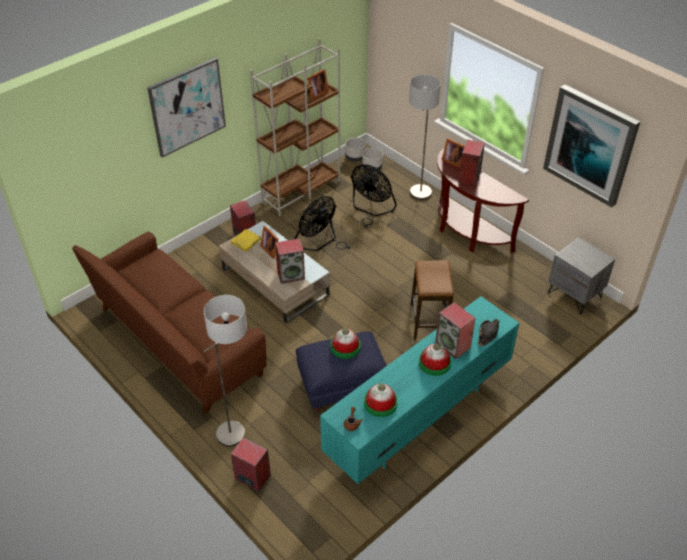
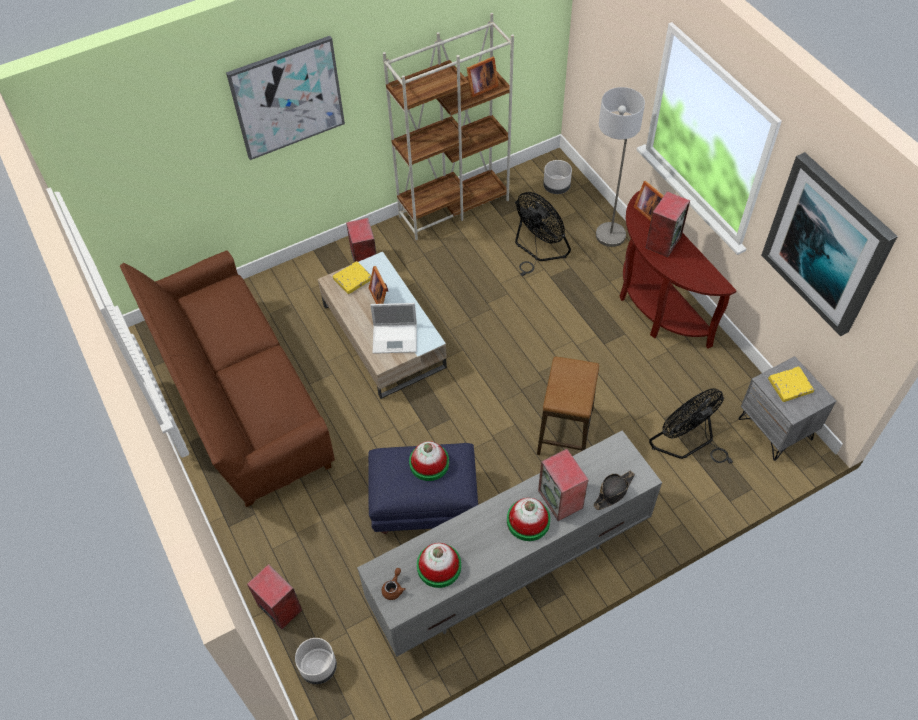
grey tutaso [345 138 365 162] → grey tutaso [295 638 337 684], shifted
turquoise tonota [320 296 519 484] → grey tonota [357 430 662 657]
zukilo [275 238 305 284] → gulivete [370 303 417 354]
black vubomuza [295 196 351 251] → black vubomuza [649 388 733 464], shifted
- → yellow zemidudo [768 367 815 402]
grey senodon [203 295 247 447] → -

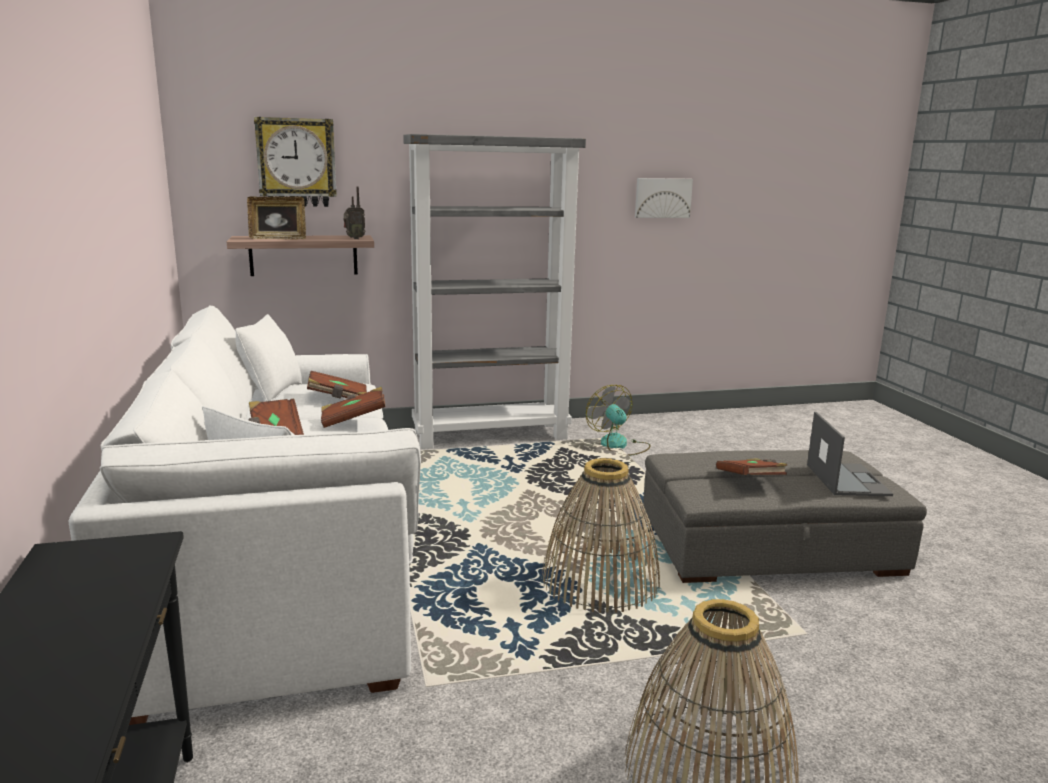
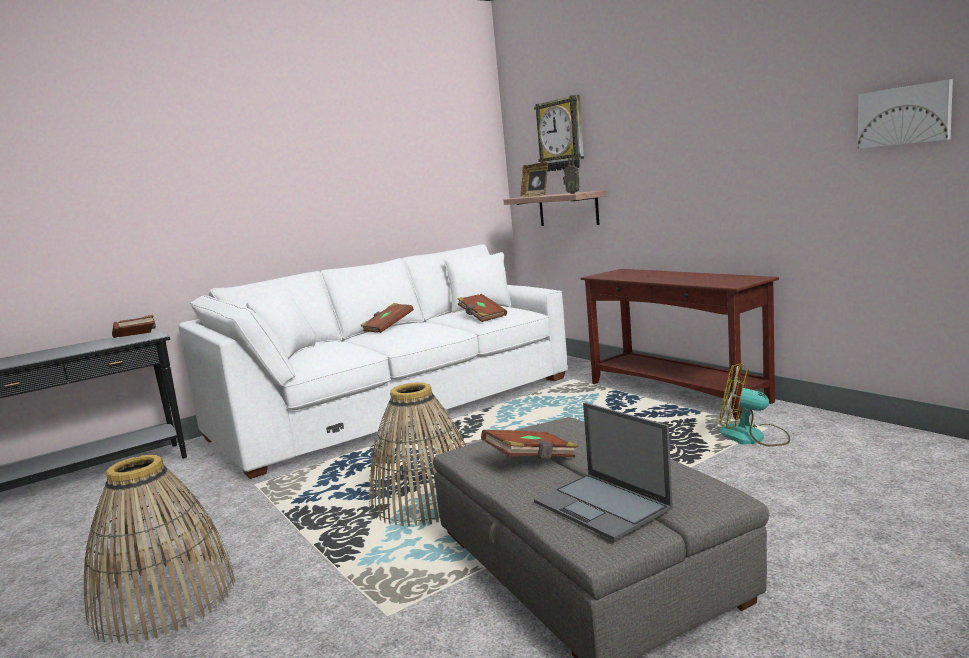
brown zemidudo [321 387 386 428] → brown zemidudo [112 315 156 338], shifted
gulivete [807 412 893 496] → gulivete [534 403 673 541], 75 degrees clockwise
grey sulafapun [403 134 586 449] → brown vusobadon [581 269 779 419]
vubomuza [586 385 651 456] → vubomuza [720 363 790 446], 105 degrees counterclockwise

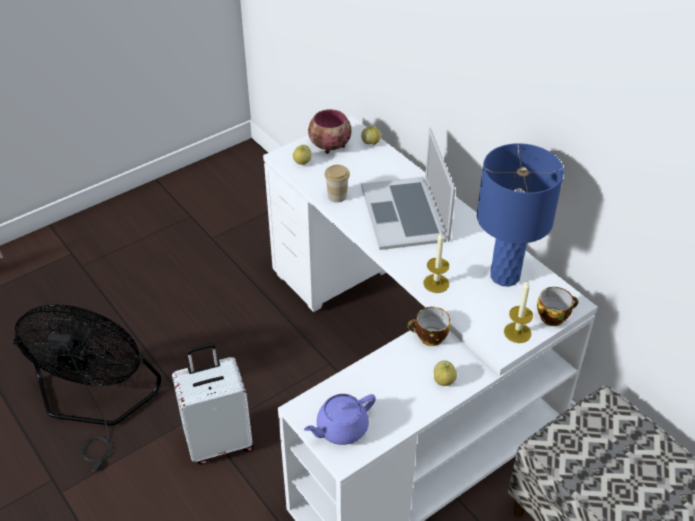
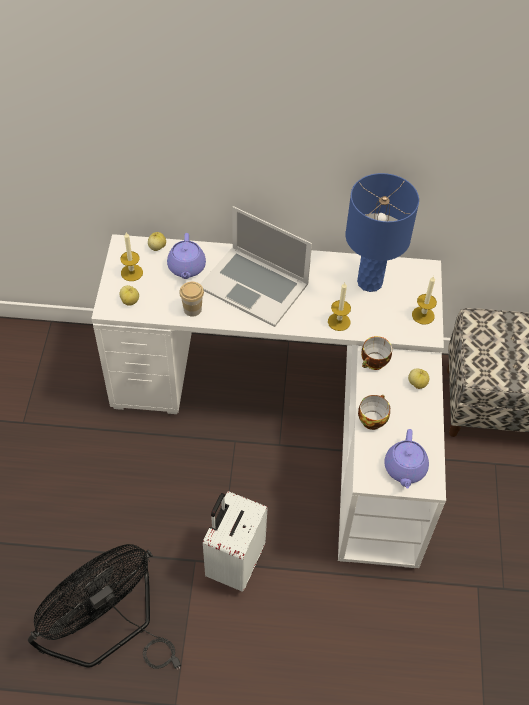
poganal [308 109 352 154] → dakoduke [120 232 143 281]
- → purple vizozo [167 233 206 279]
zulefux [537 287 579 326] → zulefux [358 395 390 430], shifted

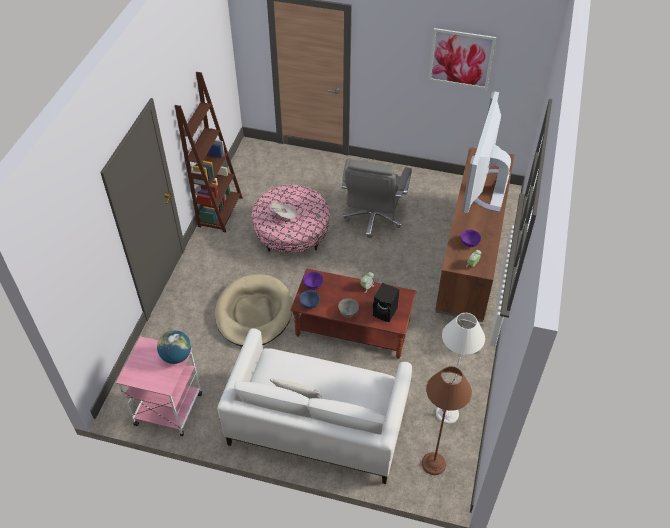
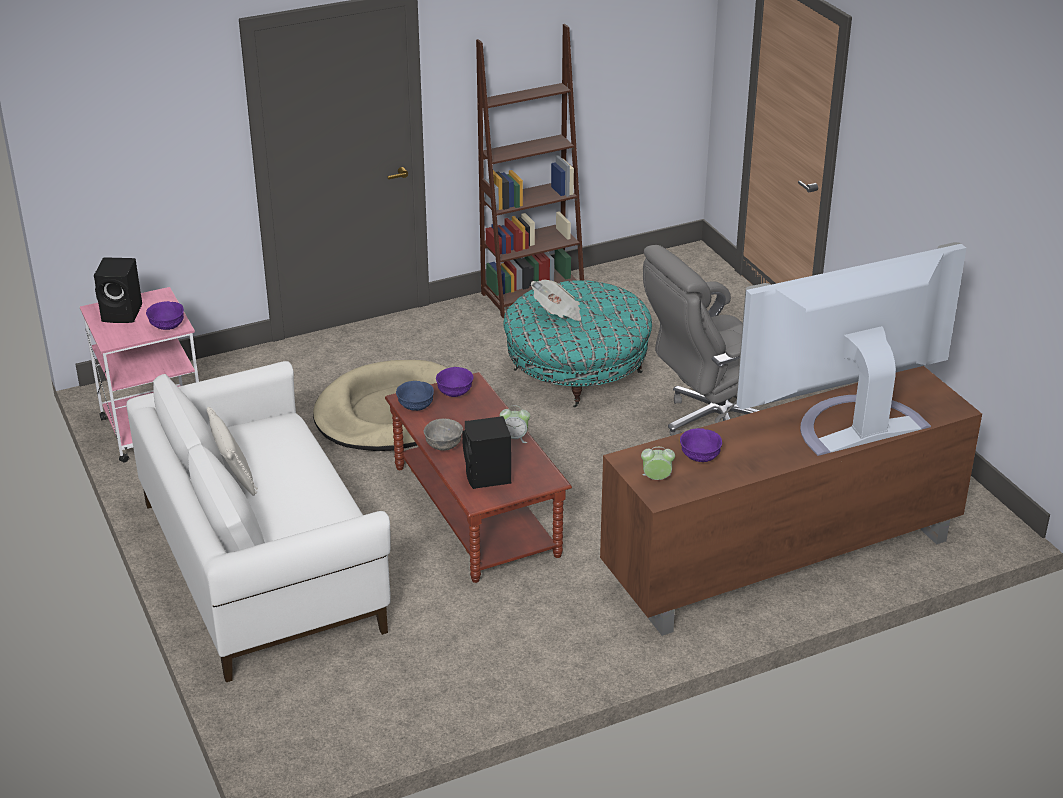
- → black zukilo [94 257 142 323]
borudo [157 330 191 364] → purple poganal [146 301 184 330]
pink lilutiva [251 185 330 254] → turquoise lilutiva [503 280 652 408]
brown senodon [422 366 472 475] → -
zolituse [428 28 496 90] → -
white senodon [436 313 485 424] → -

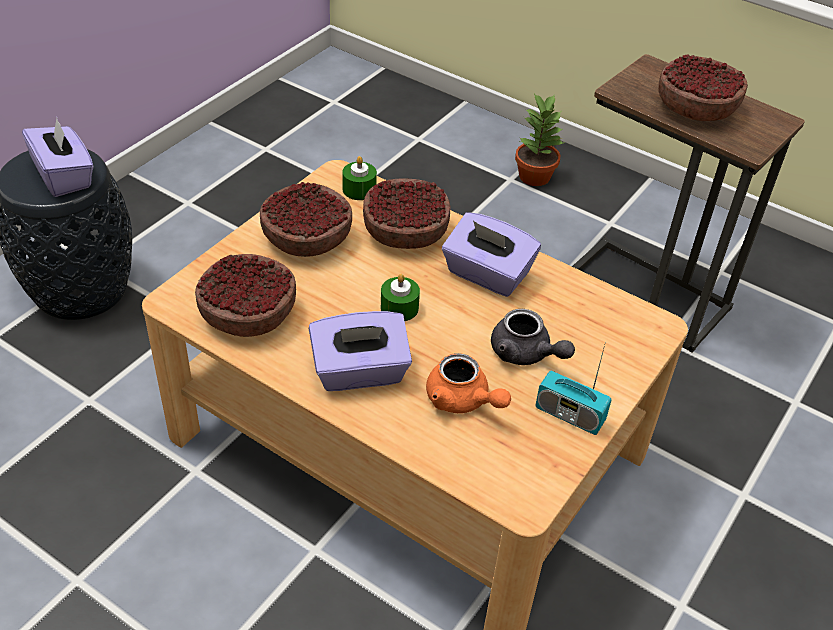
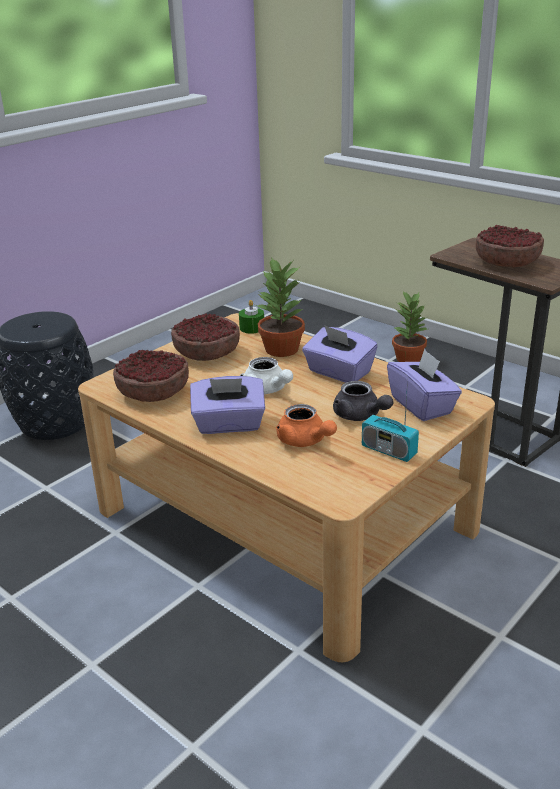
green dakoduke [381 274 420 321] → white vizozo [240 357 293 394]
poganal [363 179 450 249] → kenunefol [256 257 305 357]
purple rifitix [22 118 94 197] → purple rifitix [387 349 462 421], shifted

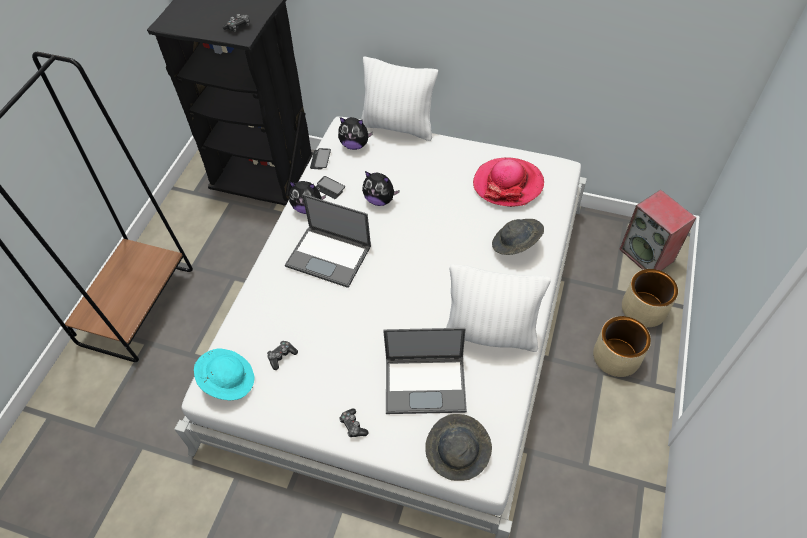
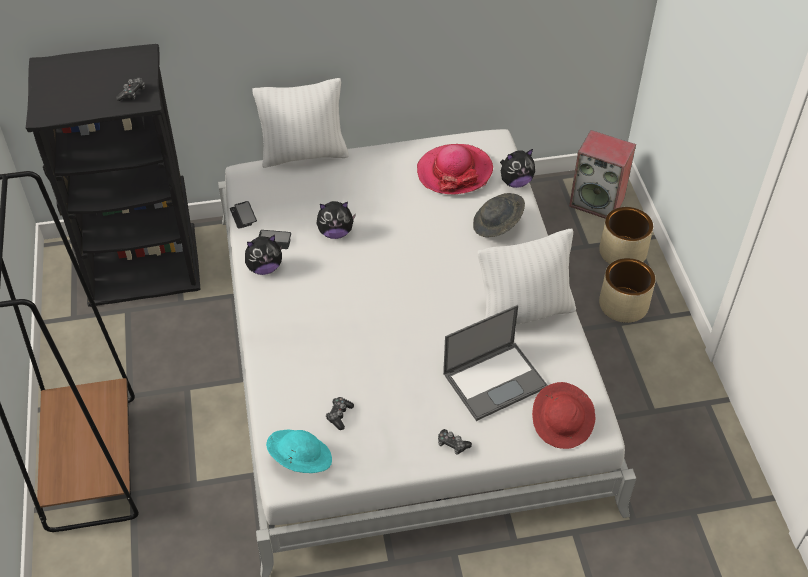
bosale [338 117 373 150] → bosale [500 149 535 188], shifted
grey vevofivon [425 414 492 481] → red vevofivon [532 382 595 449]
gulivete [285 194 371 288] → -

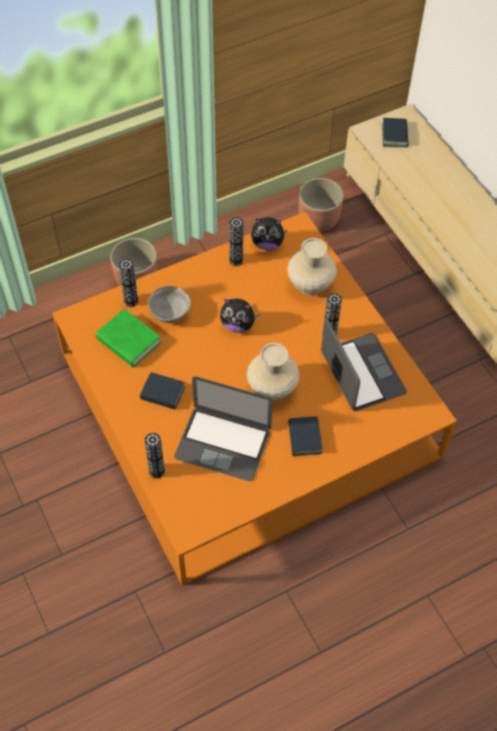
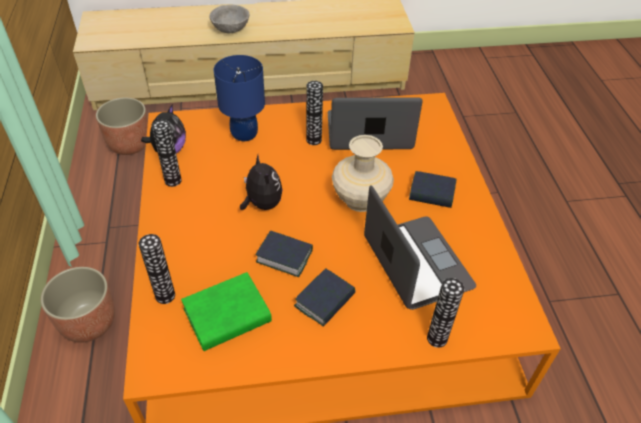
grey poganal [148 286 191 323] → grey poganal [209 4 249 34], shifted
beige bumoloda [287 238 337 295] → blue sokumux [214 55 265 142]
bosale [220 298 260 333] → bosale [240 155 282 210], 60 degrees counterclockwise
zemidudo [382 118 408 147] → zemidudo [256 230 313 277], shifted
gulivete [174 376 273 481] → gulivete [364 185 476 310], 60 degrees counterclockwise

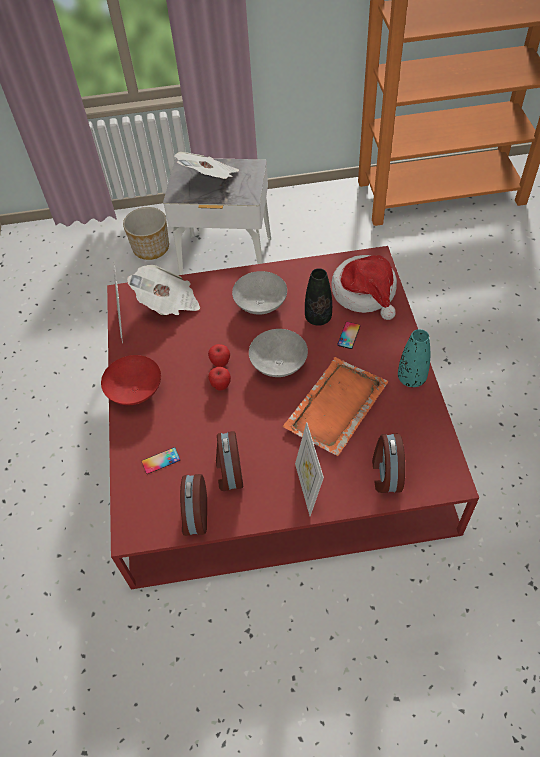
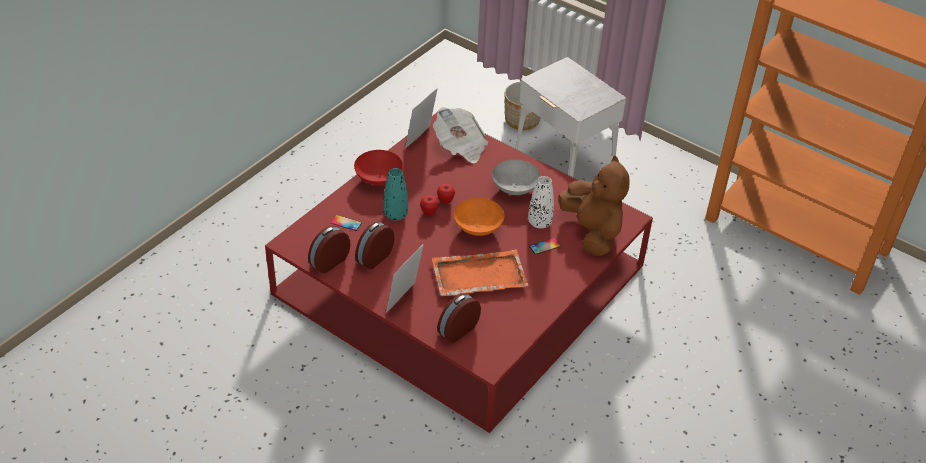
turquoise bumoloda [398 329 430 387] → turquoise bumoloda [383 168 408 221], shifted
grey poganal [249 329 308 377] → orange poganal [454 198 504 236]
black bumoloda [305 268 332 326] → white bumoloda [528 176 554 229]
vevofivon [331 255 397 320] → brown bosale [558 156 630 256]
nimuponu [174 152 239 179] → -

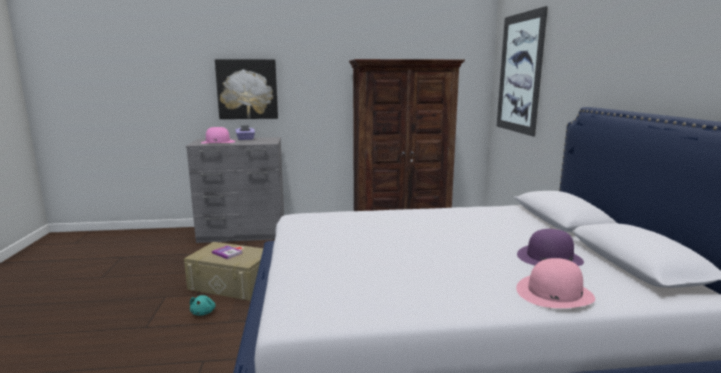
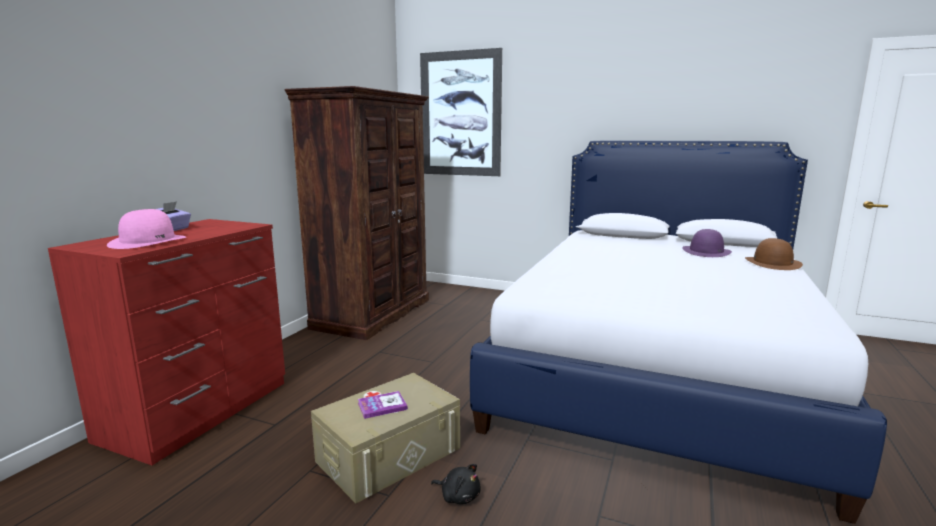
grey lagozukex [186 137 284 243] → red lagozukex [48 219 285 466]
turquoise bosale [190 295 216 316] → black bosale [431 464 481 504]
pink vevofivon [516 258 595 308] → brown vevofivon [745 238 803 270]
zolituse [215 59 278 119] → -

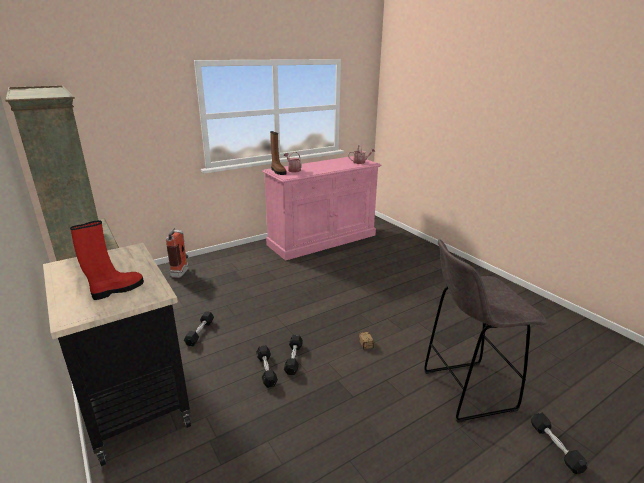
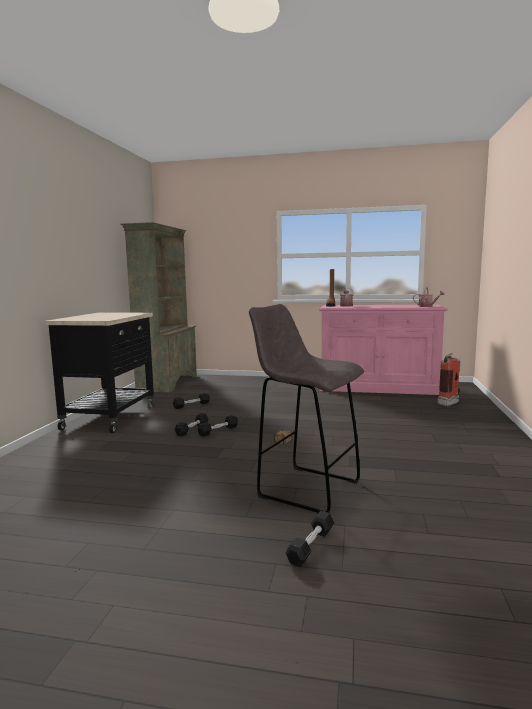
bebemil [166 228 189 278] → bebemil [438 353 461 406], shifted
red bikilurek [70 220 144 300] → -

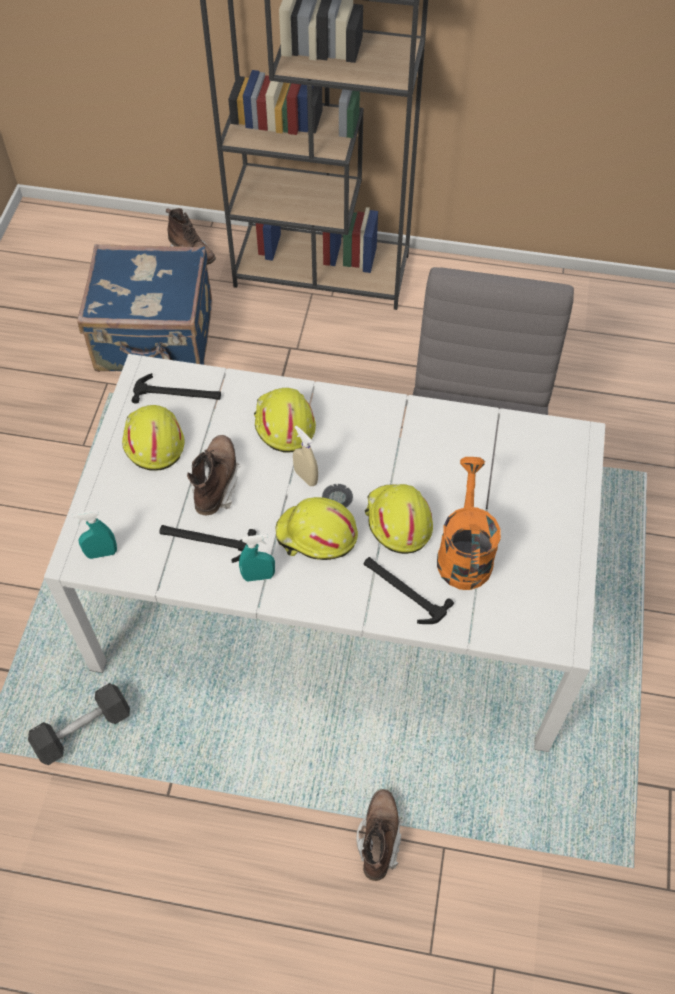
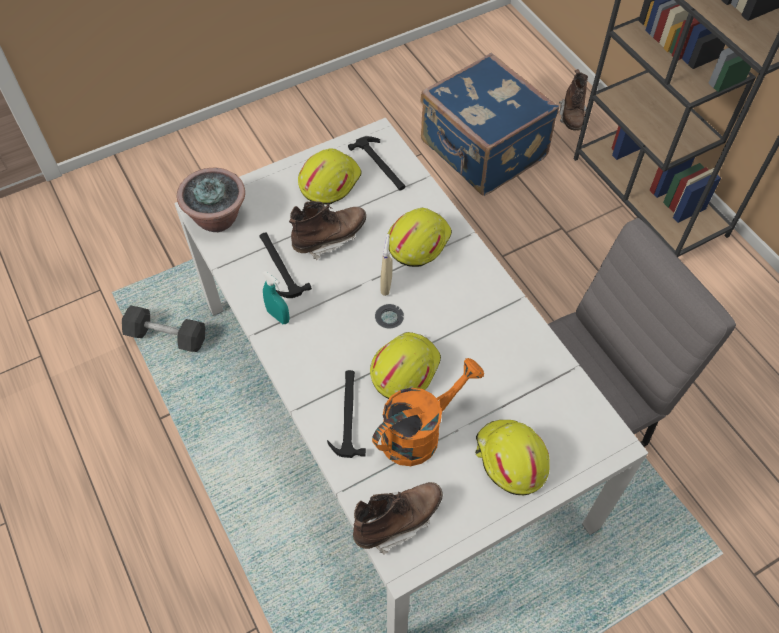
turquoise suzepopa [73 511 117 559] → kenunefol [177 168 245 232]
brown bikilurek [356 789 402 881] → brown bikilurek [353 482 443 555], shifted
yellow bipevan [276 497 358 560] → yellow bipevan [475 420 550 495], shifted

